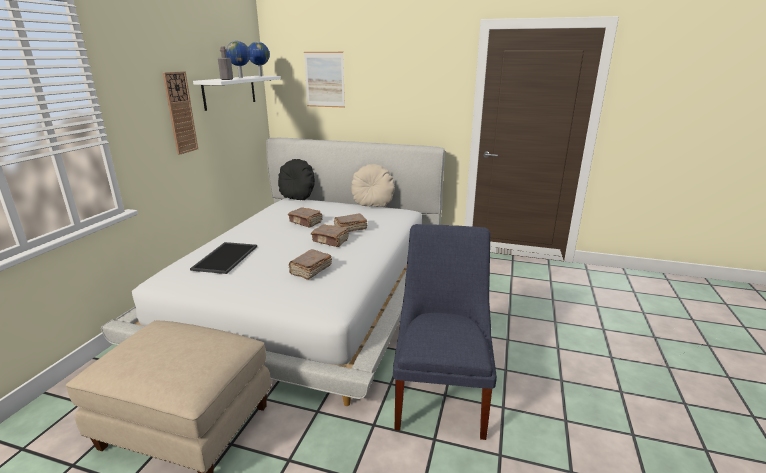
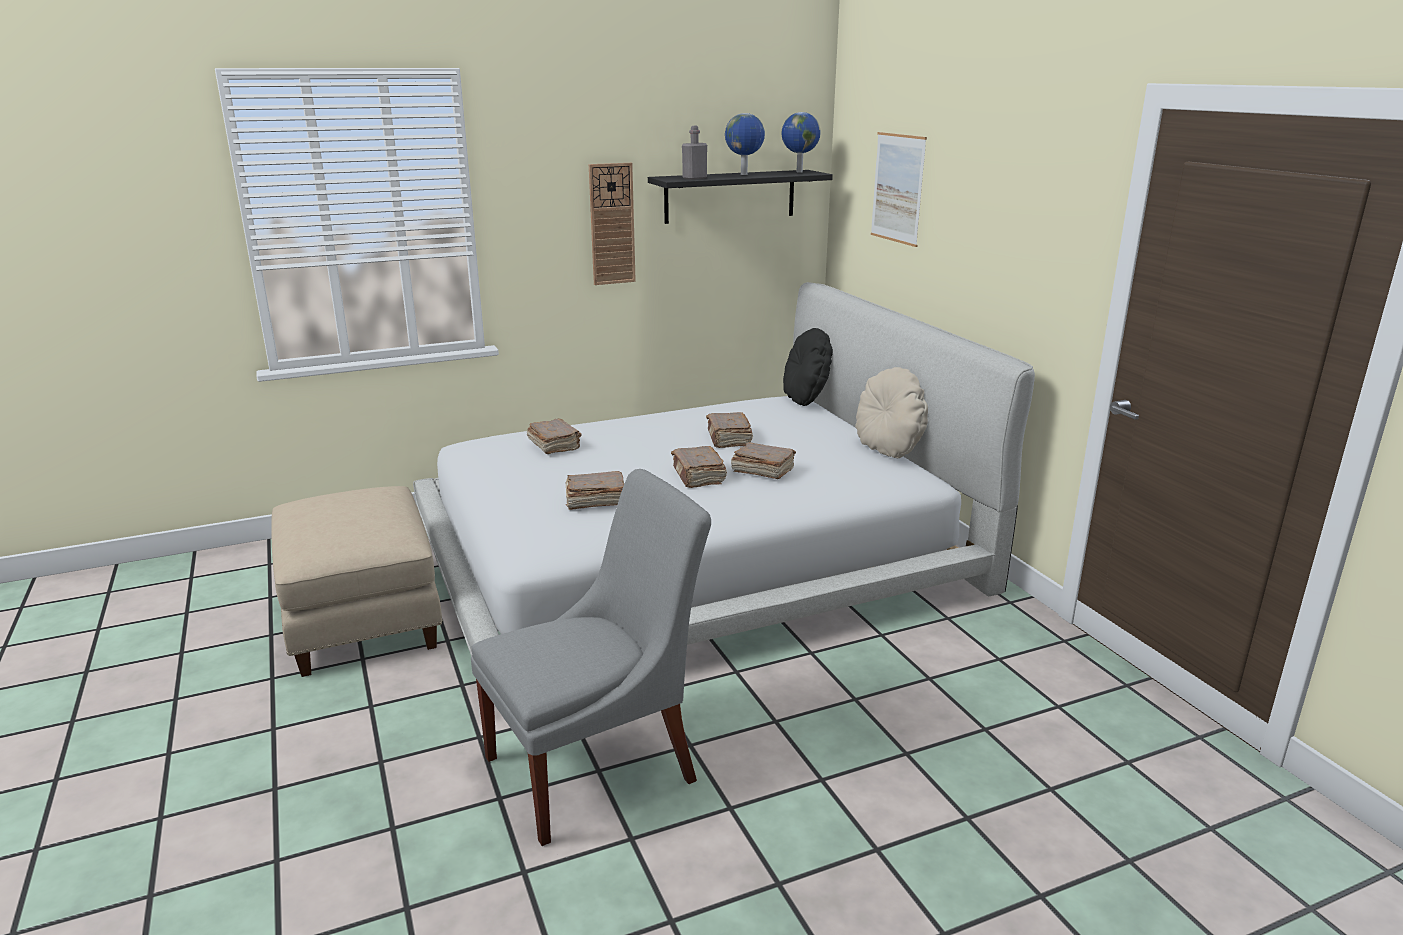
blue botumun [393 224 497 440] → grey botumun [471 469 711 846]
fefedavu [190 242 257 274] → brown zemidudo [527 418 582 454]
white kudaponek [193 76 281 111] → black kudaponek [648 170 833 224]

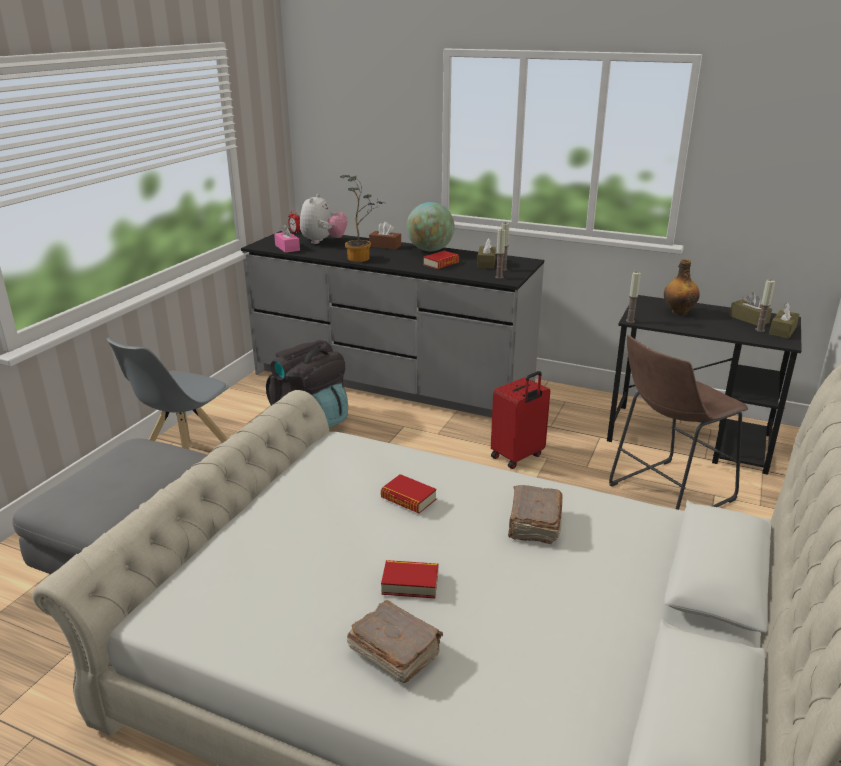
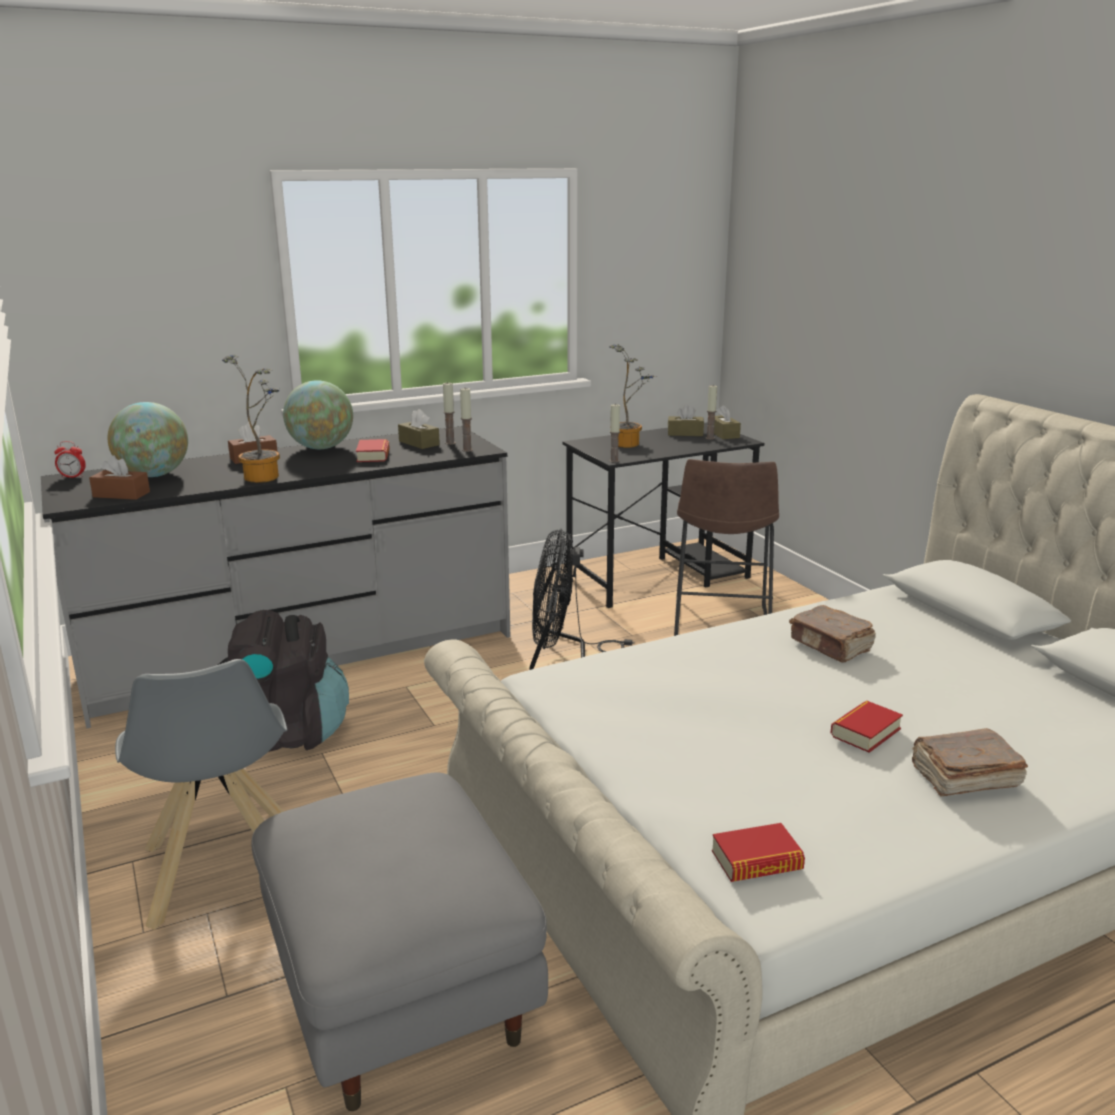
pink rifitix [274 224 300 253] → brown rifitix [89 455 150 500]
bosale [300 193 347 244] → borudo [107 402 188 477]
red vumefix [491 371 550 469] → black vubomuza [529 529 635 670]
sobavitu [664 259 700 315] → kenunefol [609 344 657 448]
zemidudo [381 474 437 513] → zemidudo [712 823 805 882], shifted

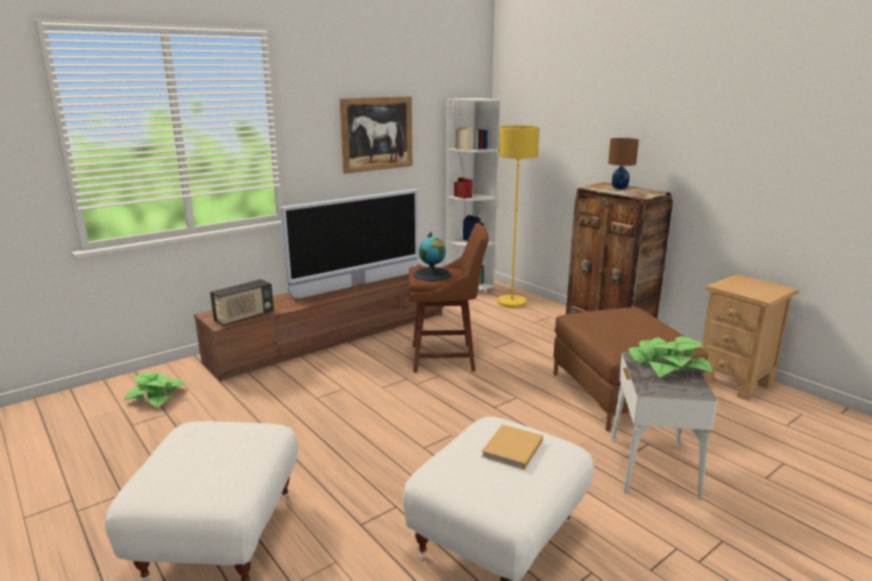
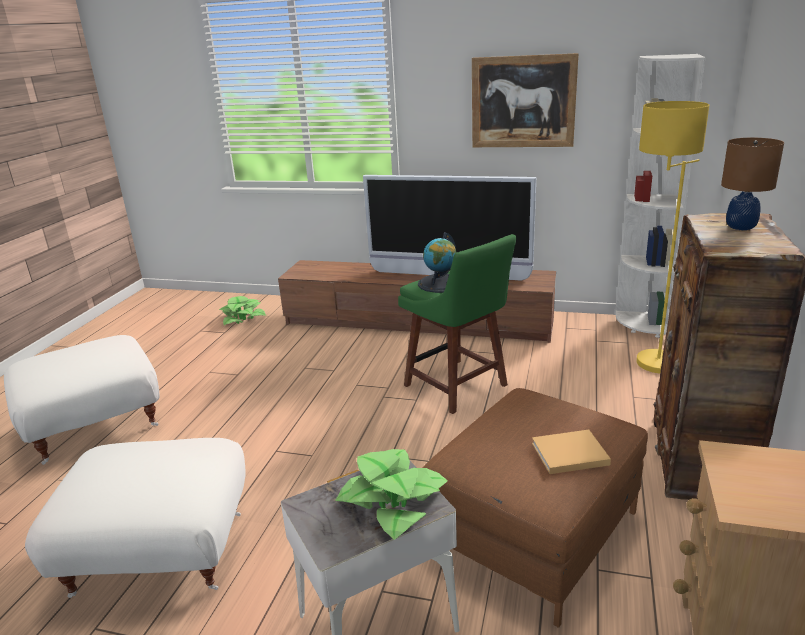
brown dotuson [409 223 489 373] → green dotuson [398 234 516 414]
beige zemidudo [481 424 543 470] → beige zemidudo [532 429 611 474], shifted
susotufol [210 279 274 326] → -

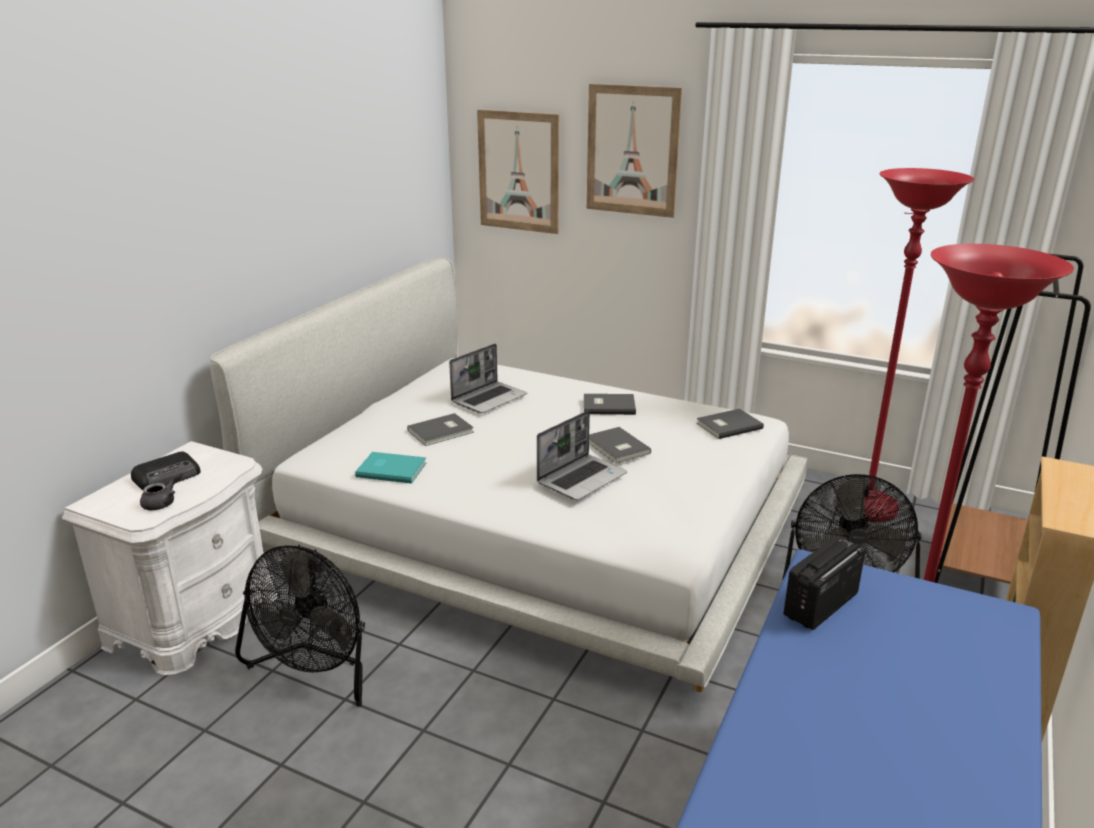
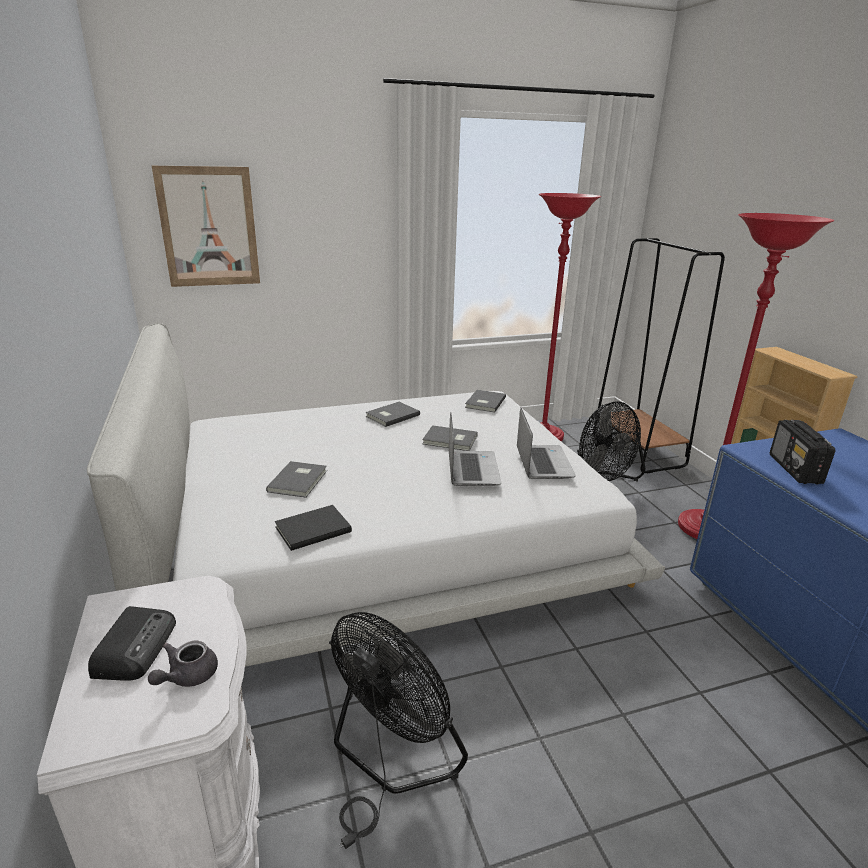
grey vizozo [140 470 182 510] → grey vizozo [148 641 218 687], 135 degrees counterclockwise
turquoise zemidudo [355 452 426 484] → black zemidudo [275 505 352 551]
black vubomuza [235 545 365 707] → black vubomuza [329 612 468 849], 120 degrees counterclockwise
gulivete [449 344 527 413] → gulivete [517 407 576 479], shifted
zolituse [587 84 682 218] → -

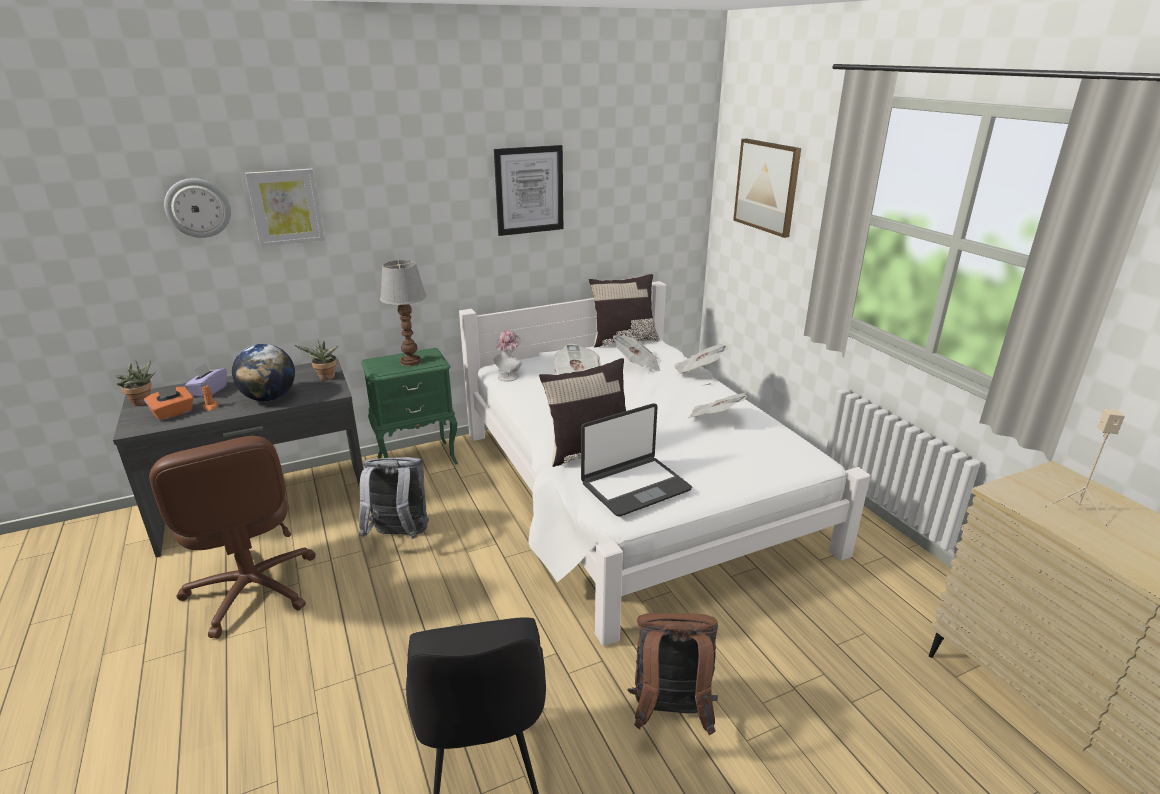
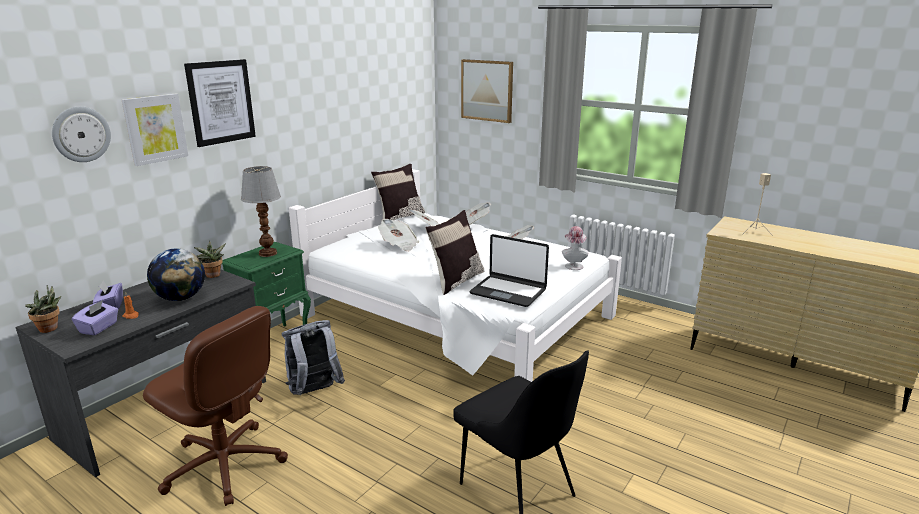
orange rifitix [144 386 193 421] → purple rifitix [72 300 118 335]
zolituse [494 145 563 236] → zolituse [184 59 256 147], shifted
gulivete [581 403 692 516] → gulivete [470 234 549 307], 90 degrees clockwise
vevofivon [494 330 522 382] → vevofivon [562 226 588 270], shifted
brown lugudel [627 613 718 735] → -

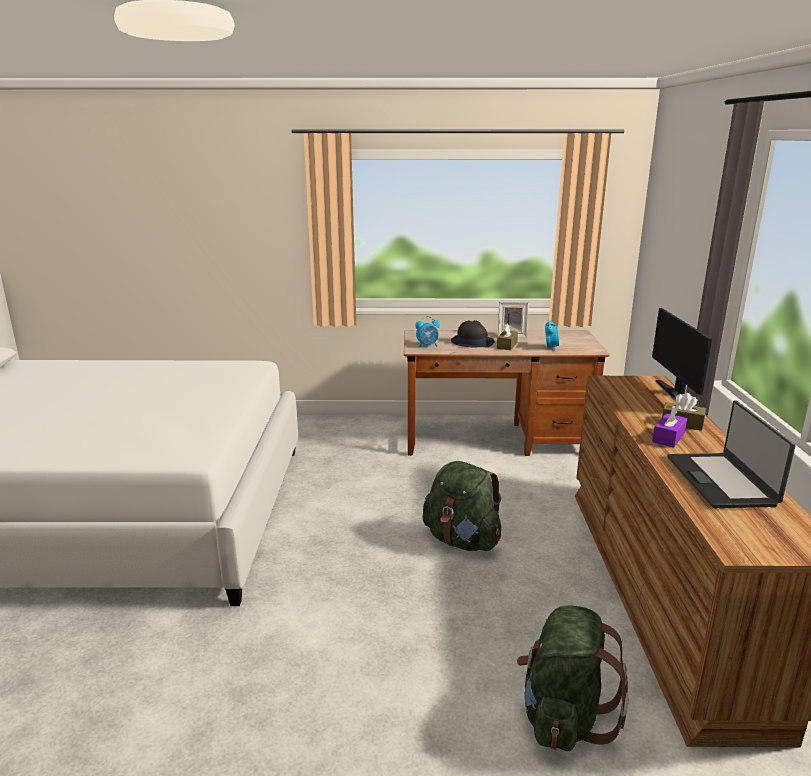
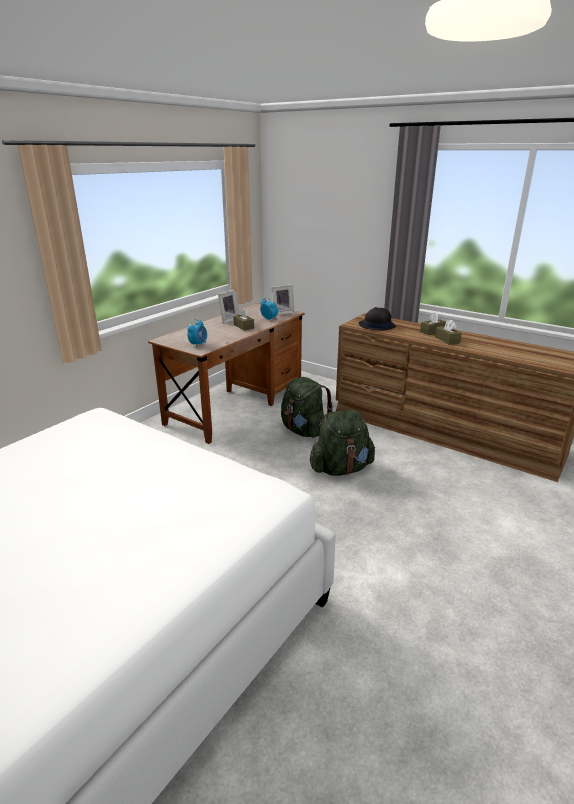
- → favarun [271 284 294 315]
green lugudel [517 606 629 751] → green lugudel [281 377 333 438], shifted
black vevofivon [451 320 495 347] → black vevofivon [359 307 396 330], shifted
purple rifitix [652 407 687 448] → brown rifitix [435 320 462 345]
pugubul [652 308 712 400] → -
gulivete [668 400 796 508] → -

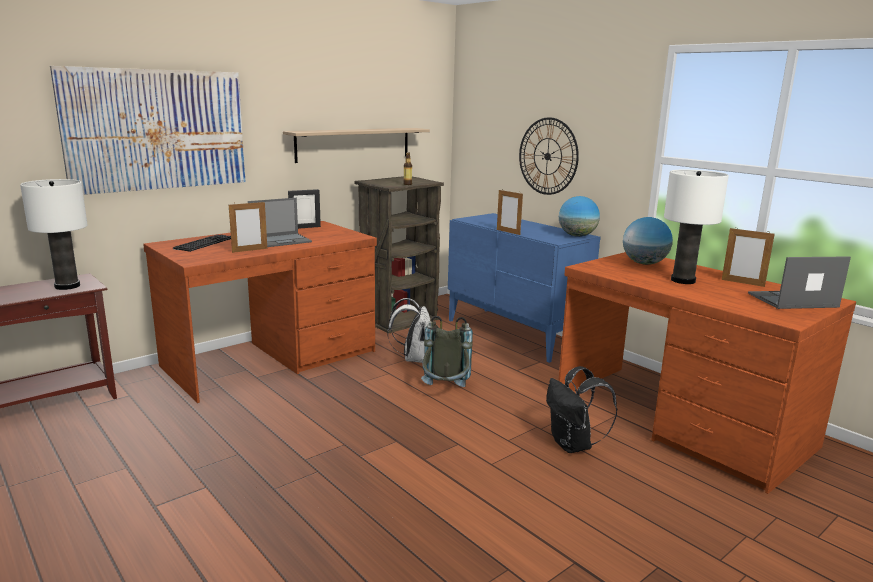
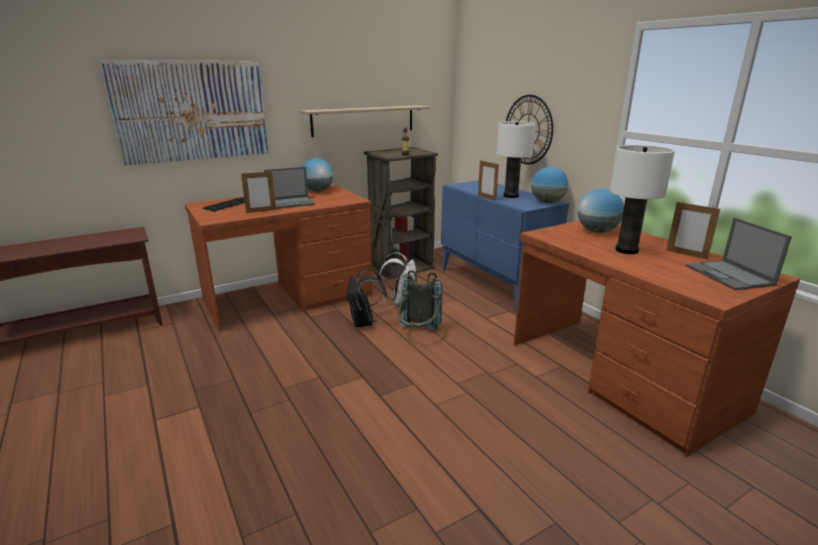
favarun [288 189 321 229] → borudo [302 158 334 192]
black lugudel [546 366 617 453] → black lugudel [347 268 388 327], shifted
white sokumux [20 179 88 290] → white sokumux [497 121 536 198], shifted
gulivete [748 256 851 309] → gulivete [685 218 792 290], 105 degrees counterclockwise

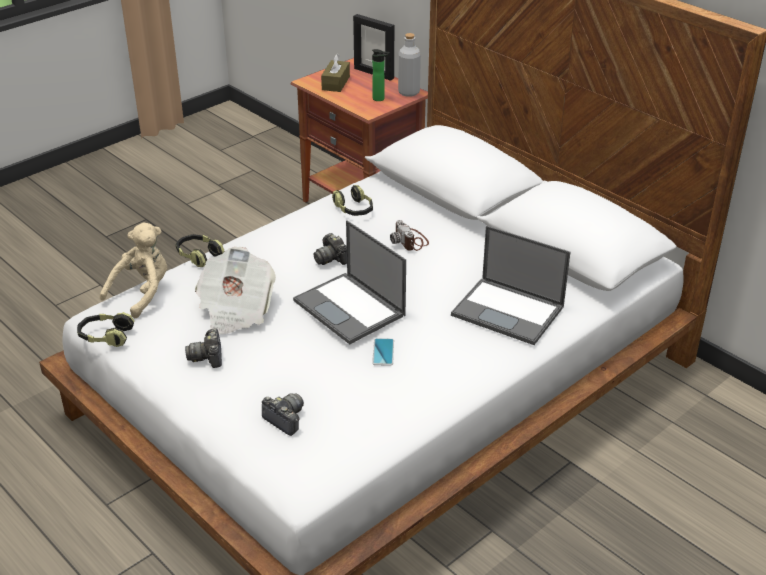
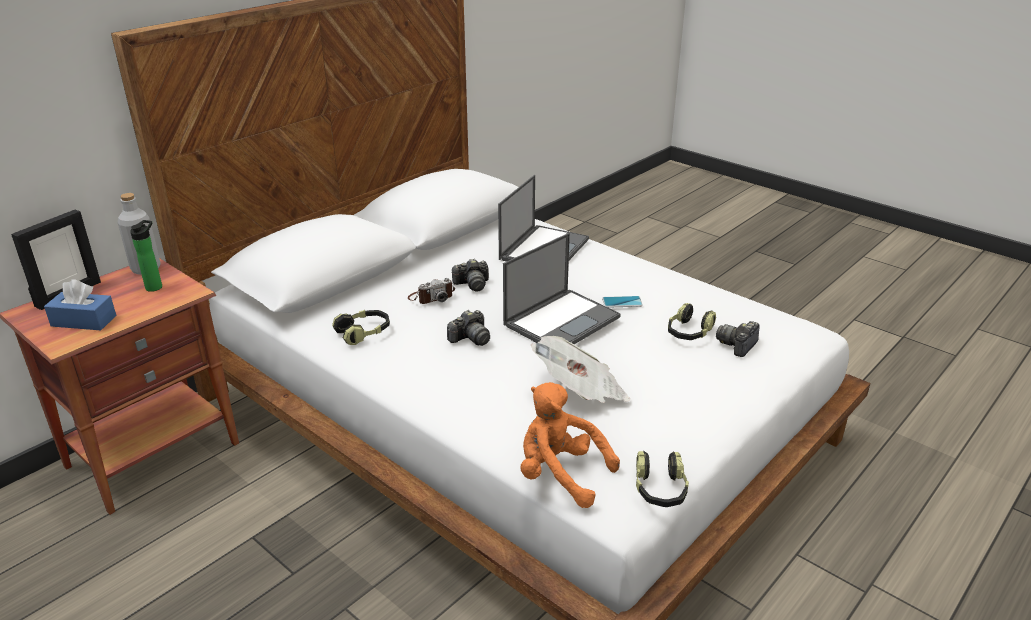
brown rifitix [321 54 350 92] → blue rifitix [44 279 116 330]
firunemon [185 328 222 368] → firunemon [451 259 489 291], shifted
beige bosale [100 223 167 318] → orange bosale [520 382 620 508]
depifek [176 234 225 267] → depifek [668 303 716 340], shifted

